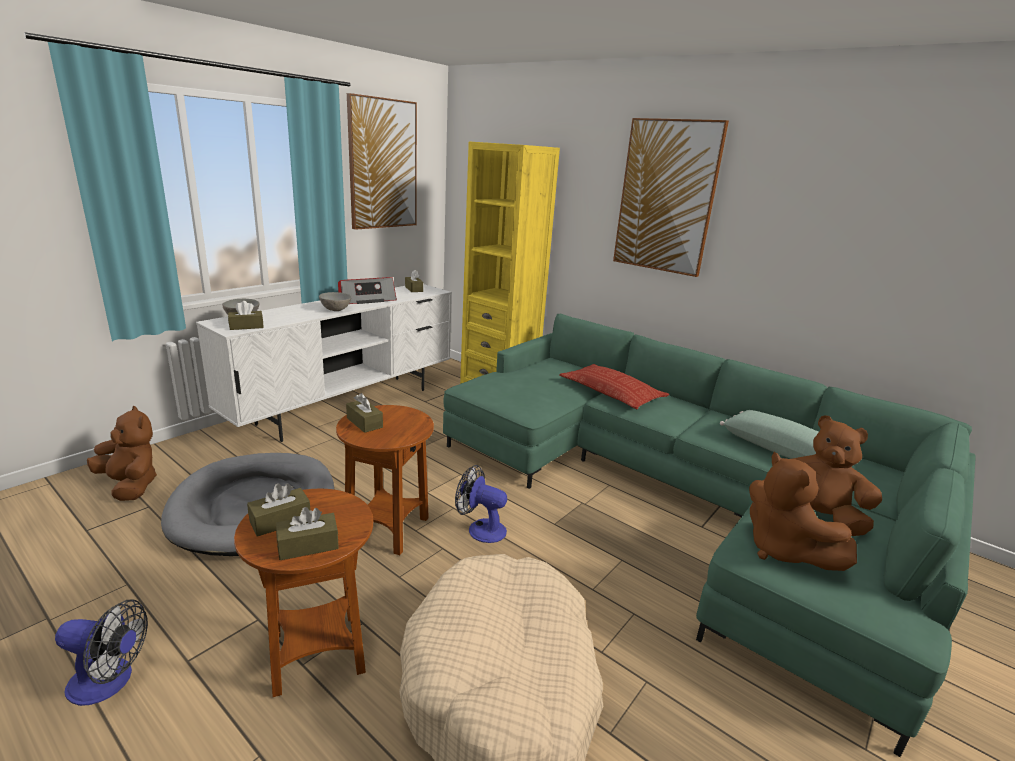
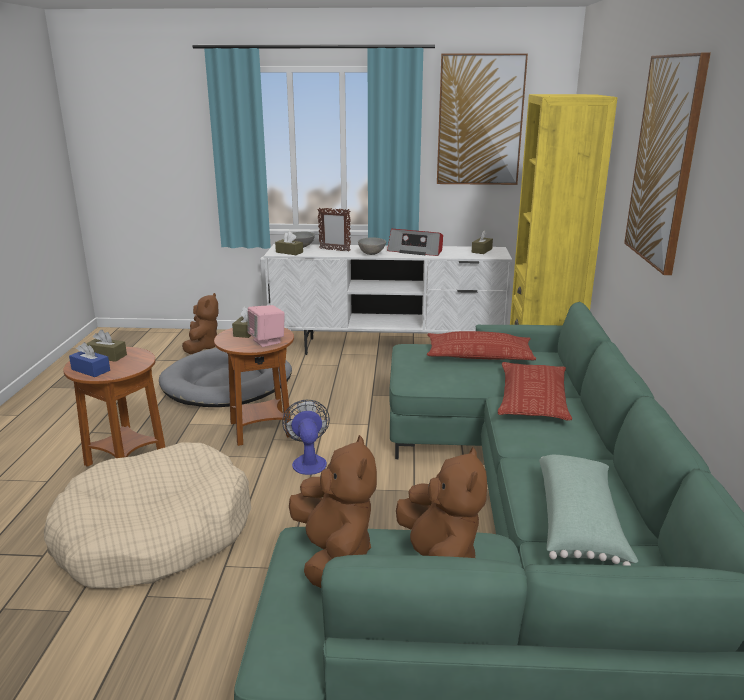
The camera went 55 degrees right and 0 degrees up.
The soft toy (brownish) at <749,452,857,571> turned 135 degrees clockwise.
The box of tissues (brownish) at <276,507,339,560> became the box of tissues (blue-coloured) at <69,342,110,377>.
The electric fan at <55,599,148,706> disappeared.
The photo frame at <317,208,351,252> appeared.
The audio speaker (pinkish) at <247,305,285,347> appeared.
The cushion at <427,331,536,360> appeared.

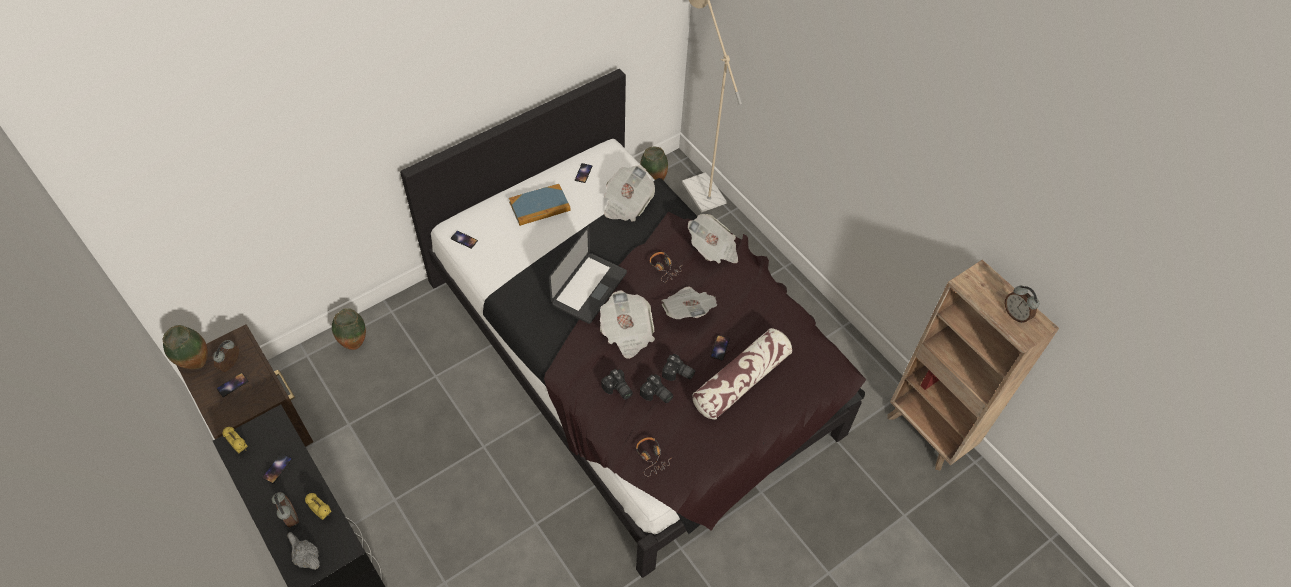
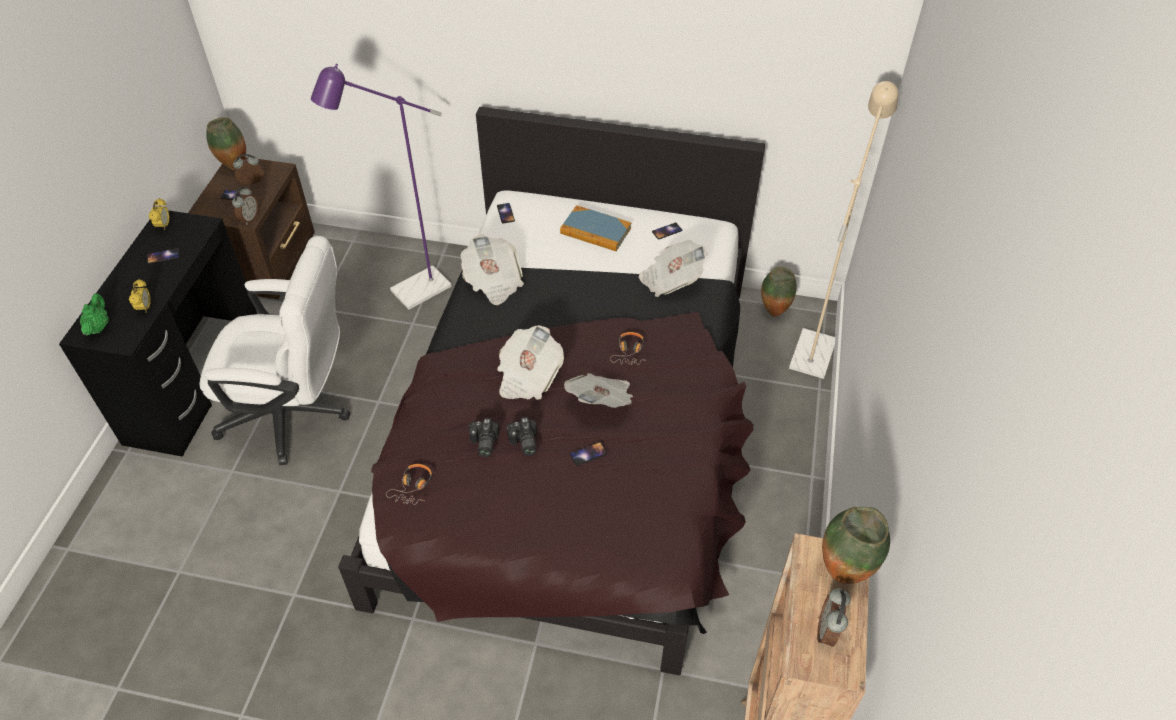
The camera went 50 degrees right and 5 degrees down.
The daily paper moved from <688,214,738,263> to <460,234,524,305>.
The laptop at <549,226,627,324> disappeared.
The flower vase moved from <332,308,366,350> to <822,507,890,584>.
The cushion at <693,328,792,420> disappeared.
The photo camera at <601,369,633,400> disappeared.
The alarm clock moved from <271,492,299,528> to <232,187,259,225>.
The teapot (grey) at <287,532,320,570> became the teapot (greenish) at <80,293,109,336>.
The floor lamp (purple) at <311,64,452,310> appeared.
The computer chair (white) at <200,236,350,465> appeared.

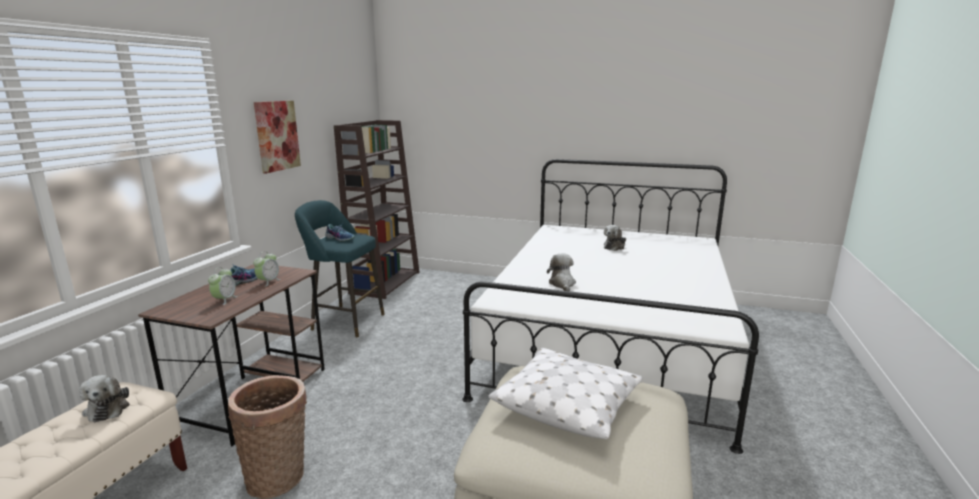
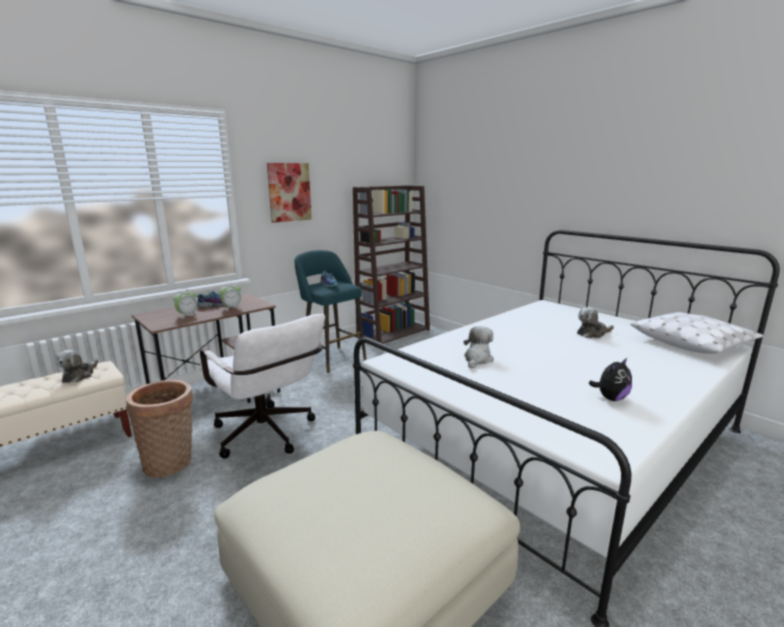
The camera went 30 degrees right and 0 degrees up.
The cushion (white) moved from <488,348,643,439> to <630,312,763,354>.
The computer chair (white) at <199,314,325,459> appeared.
The soft toy at <589,358,632,401> appeared.

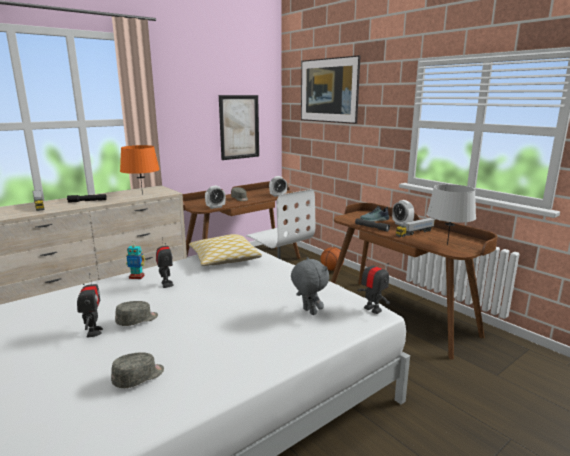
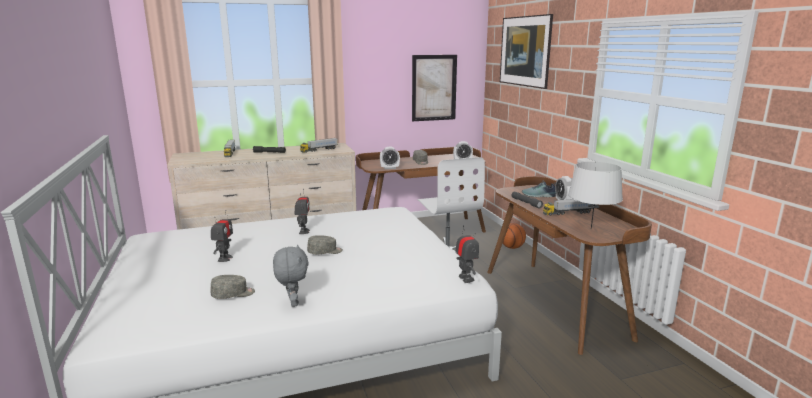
The camera went 20 degrees right and 0 degrees up.
The tabletop lamp (orange) at <120,145,160,195> was replaced by the model truck at <300,138,338,153>.
The cushion at <189,234,262,266> disappeared.
The robot figure at <126,242,145,279> disappeared.
The soft toy (grey) moved from <291,257,329,315> to <273,245,309,307>.
The peaked cap (grey) moved from <115,301,158,326> to <307,235,343,254>.

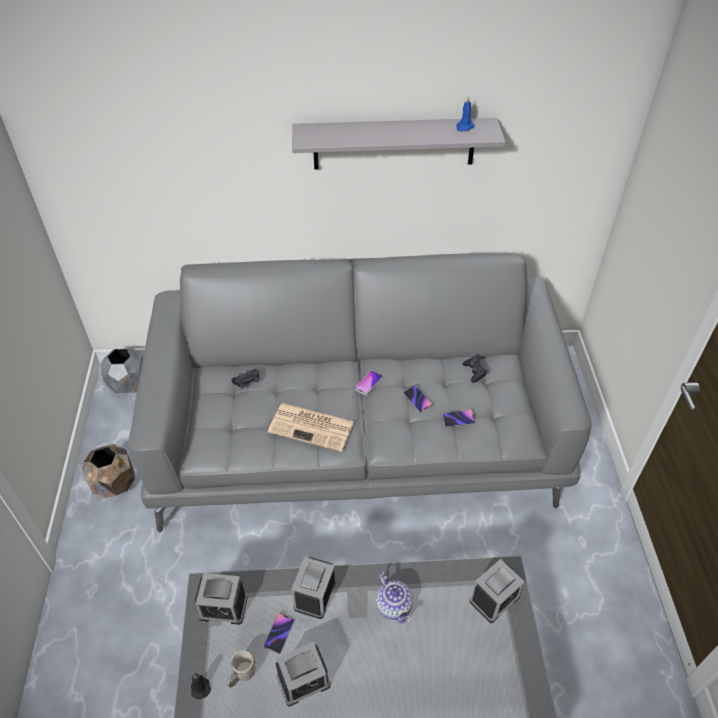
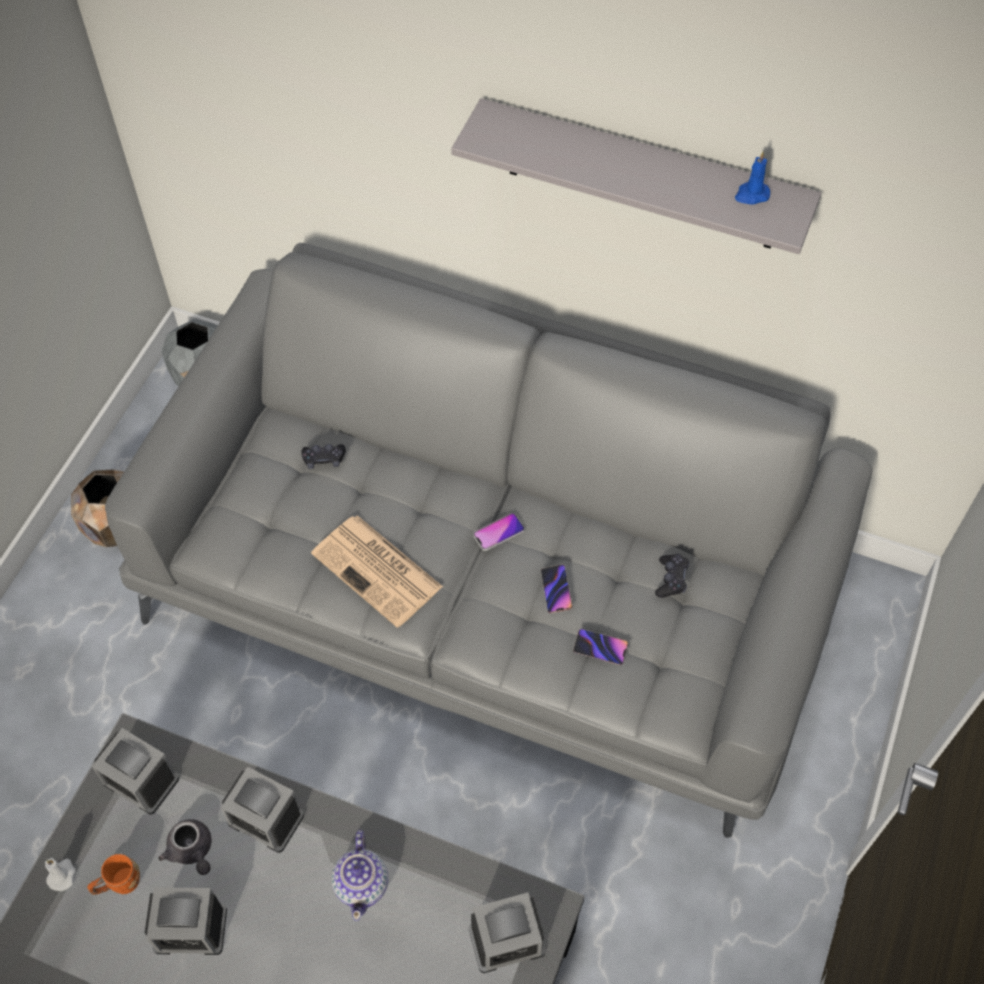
The camera went 25 degrees right and 10 degrees up.
The alarm clock at <291,557,336,619> turned 105 degrees counterclockwise.
The telephone at <264,613,294,654> was replaced by the teapot (grey) at <159,819,212,875>.
The coffee mug (grey) at <226,650,256,688> became the coffee mug (orange) at <87,854,140,895>.
The candle (blackish) at <191,673,211,699> became the candle (white) at <45,858,76,891>.

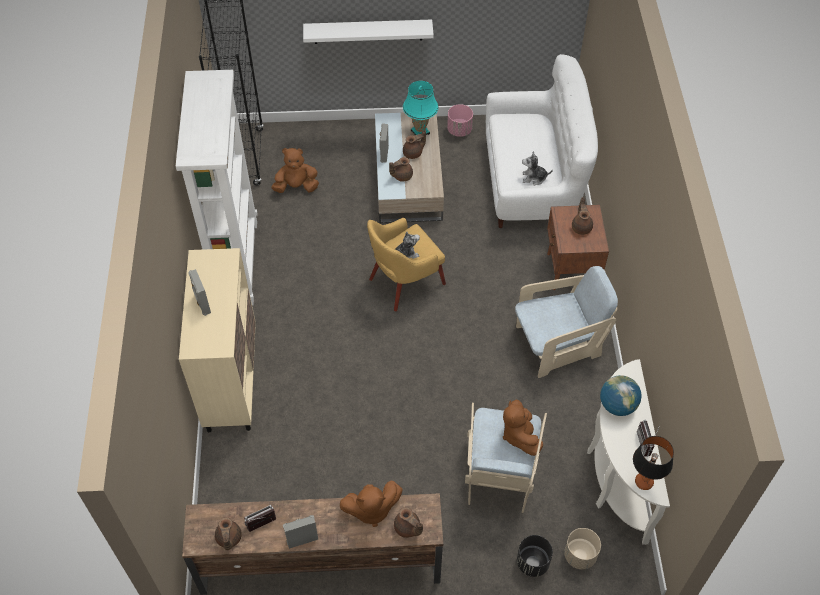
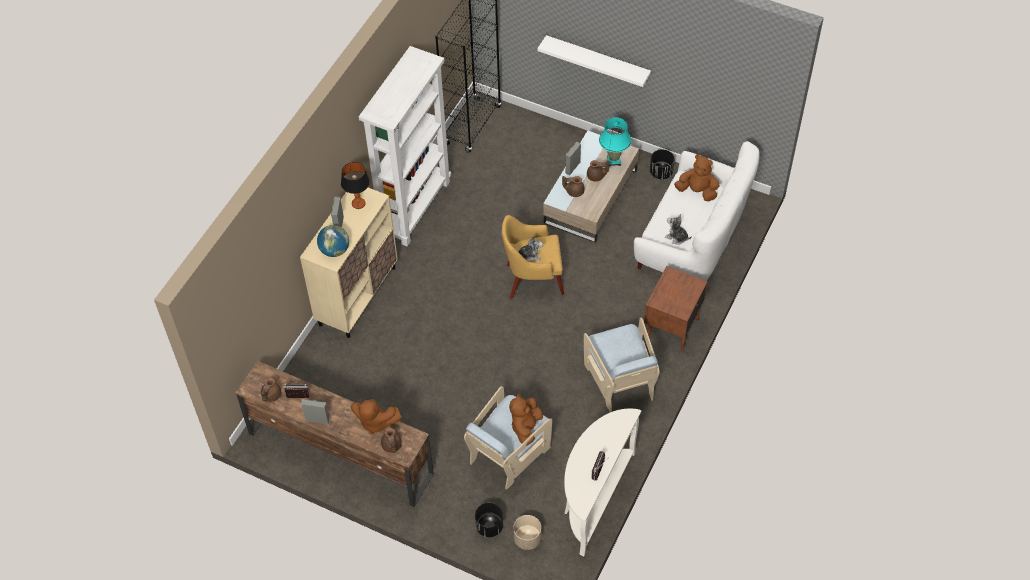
The camera went 30 degrees right and 0 degrees up.
The plant pot (pinkish) at <447,104,473,137> became the plant pot (blackish) at <650,149,674,179>.
The soft toy (brownish) moved from <271,148,319,193> to <674,154,720,201>.
The teapot (brownish) at <572,197,593,235> disappeared.
The lounge chair (beige-coloured) at <515,266,618,378> turned 60 degrees clockwise.
The world globe moved from <600,375,642,416> to <317,225,349,257>.
The tabletop lamp moved from <633,436,674,490> to <341,162,370,209>.

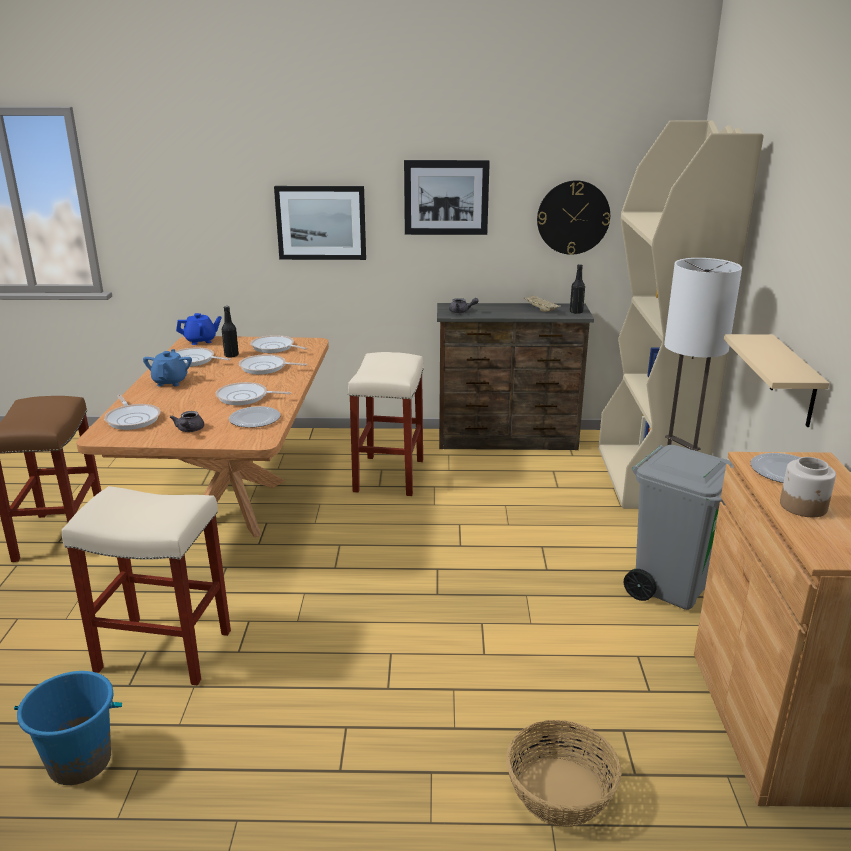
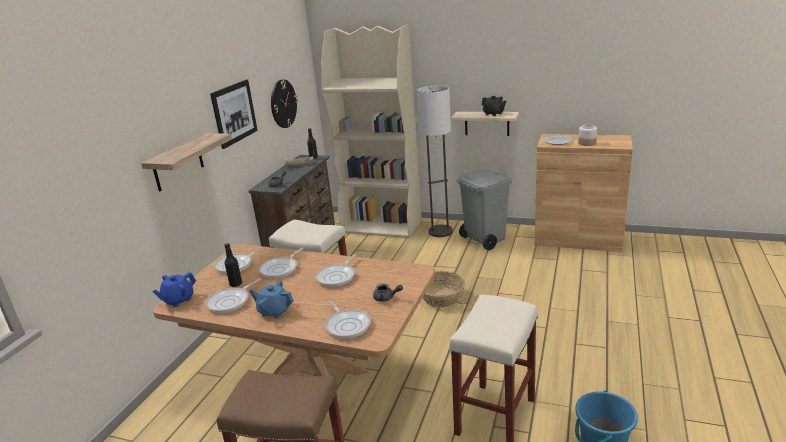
The camera went 70 degrees left and 0 degrees up.
The picture at <274,186,366,260> was replaced by the wall shelf at <141,133,232,192>.
The teapot (blue-coloured) at <176,313,222,345> turned 135 degrees counterclockwise.
The pan at <104,395,161,430> turned 75 degrees clockwise.
The flat dish at <229,406,281,428> disappeared.
The household basket moved from <506,720,622,827> to <423,271,465,308>.
The teapot (blackish) at <482,96,506,116> appeared.

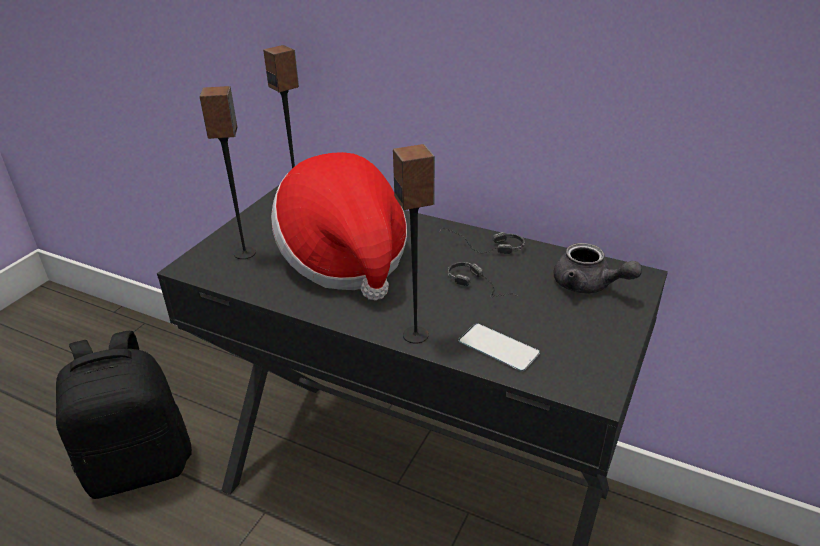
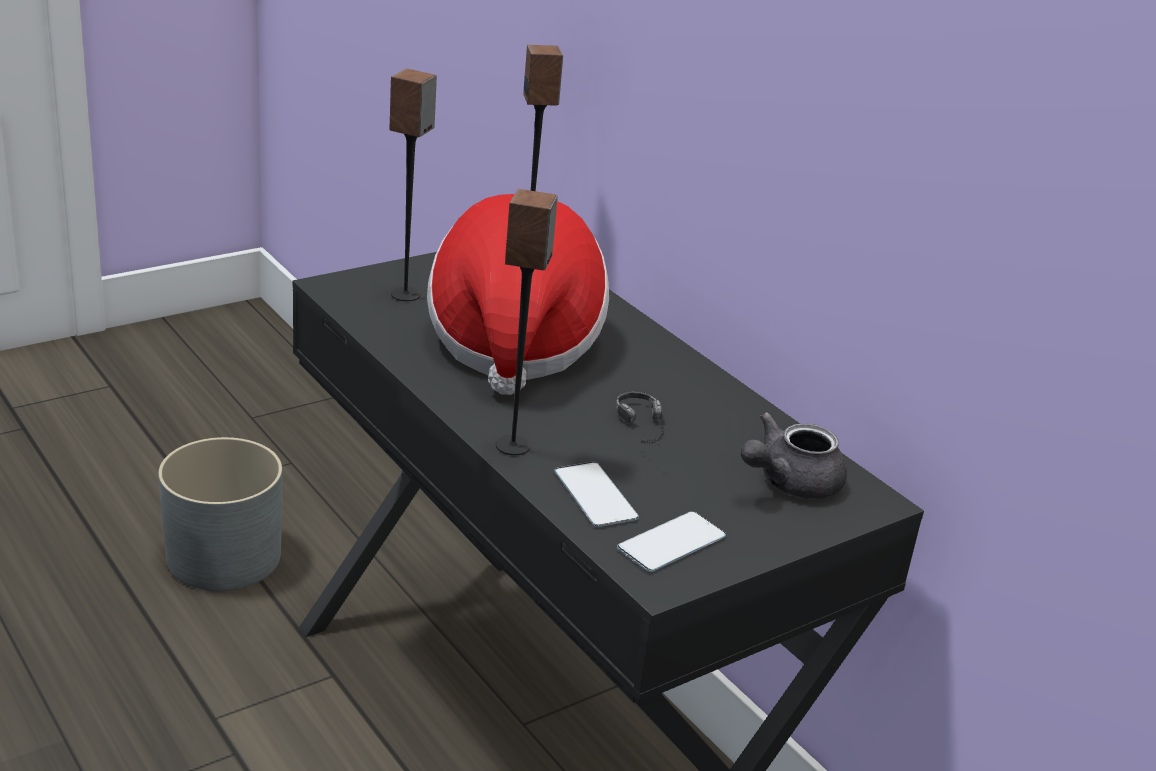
The camera went 25 degrees right and 5 degrees down.
The headphones at <440,227,525,254> disappeared.
The teapot (grey) at <554,243,642,294> turned 75 degrees clockwise.
The backpack (blackish) at <56,331,192,499> was replaced by the plant pot (grey) at <158,437,282,591>.
The telephone at <617,511,726,572> appeared.

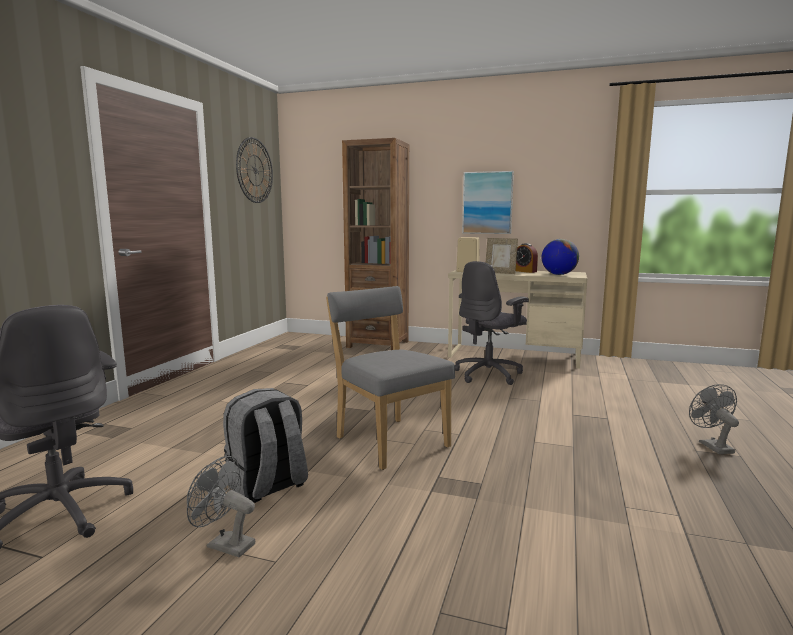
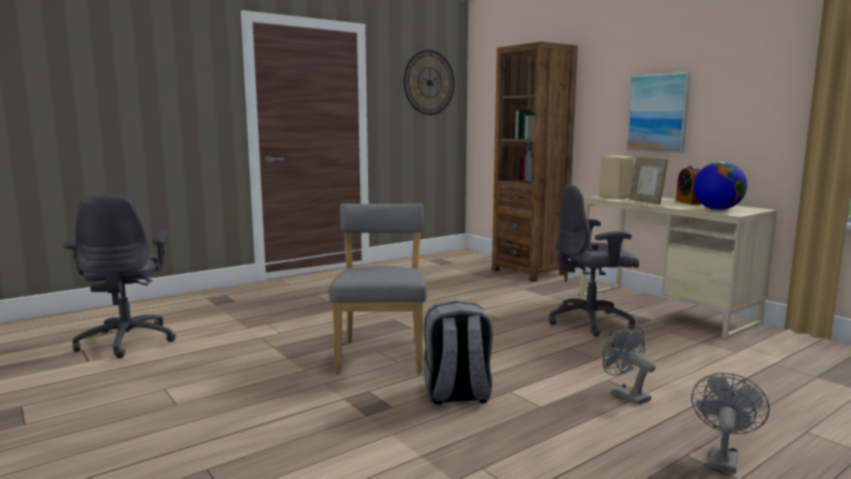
The camera went 35 degrees right and 0 degrees up.
The backpack (grey) moved from <223,388,308,503> to <423,300,493,405>.
The electric fan (grey) moved from <187,456,255,557> to <603,325,656,405>.

